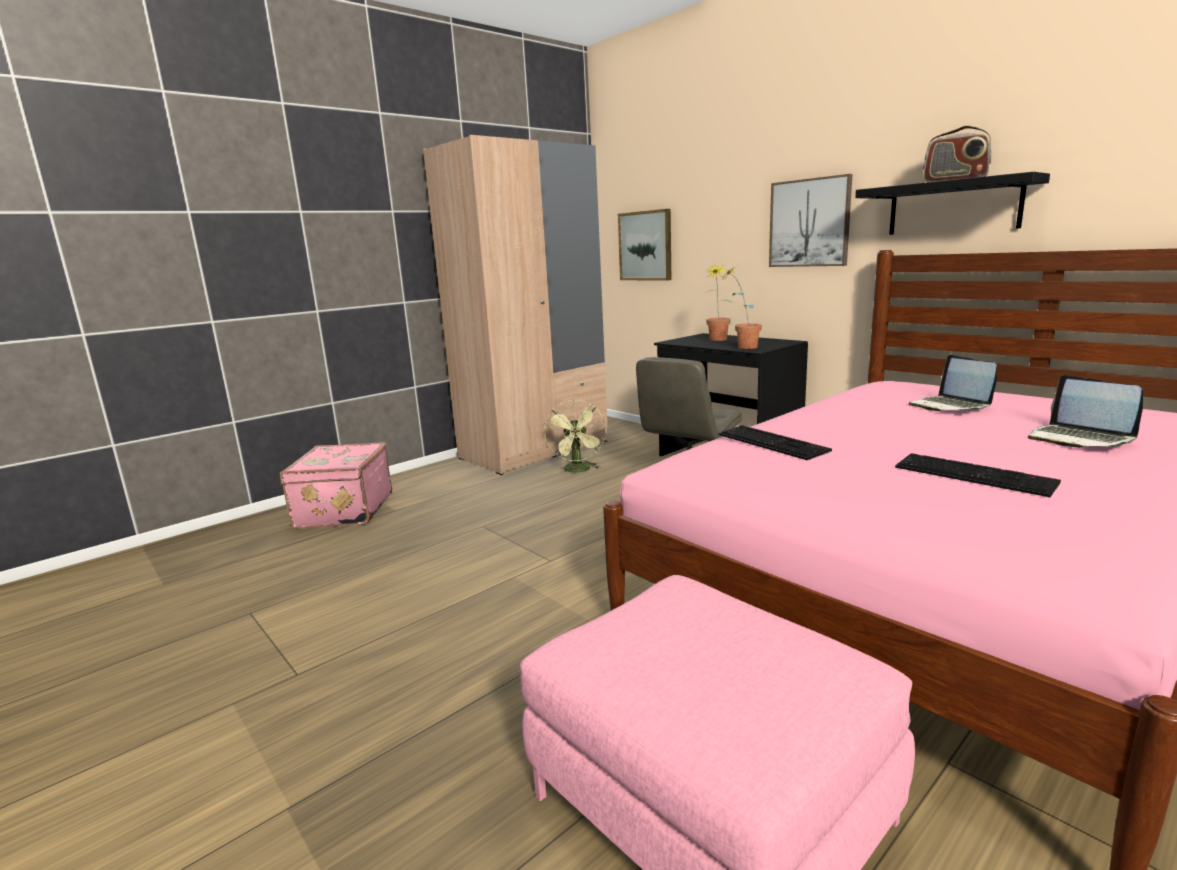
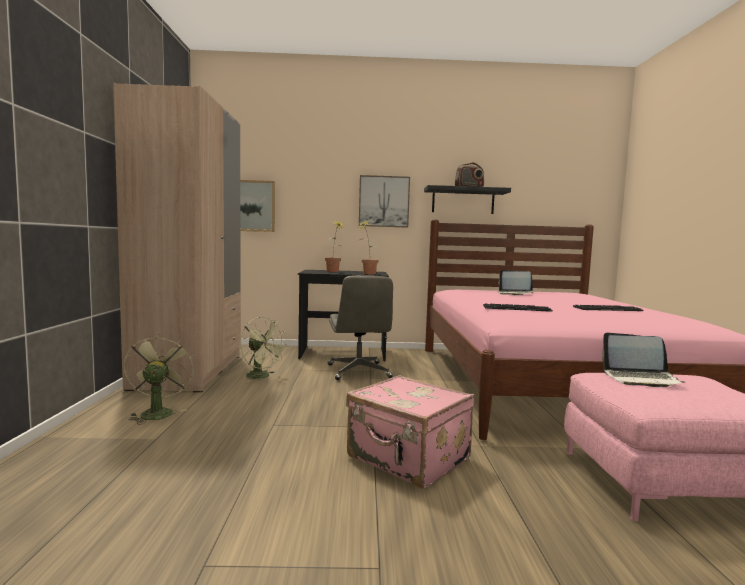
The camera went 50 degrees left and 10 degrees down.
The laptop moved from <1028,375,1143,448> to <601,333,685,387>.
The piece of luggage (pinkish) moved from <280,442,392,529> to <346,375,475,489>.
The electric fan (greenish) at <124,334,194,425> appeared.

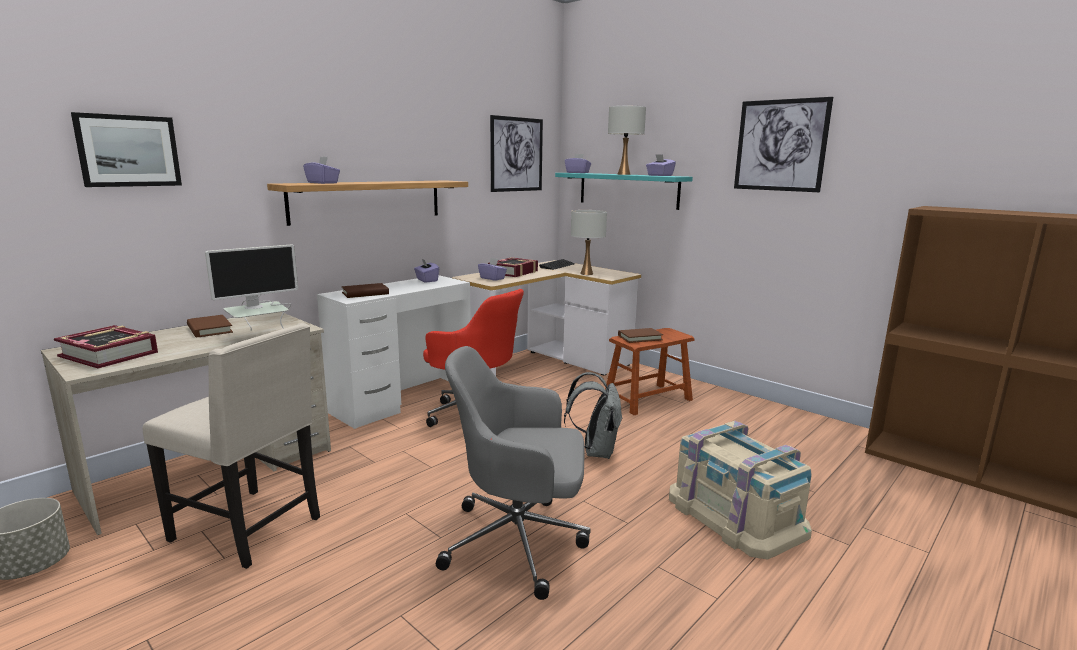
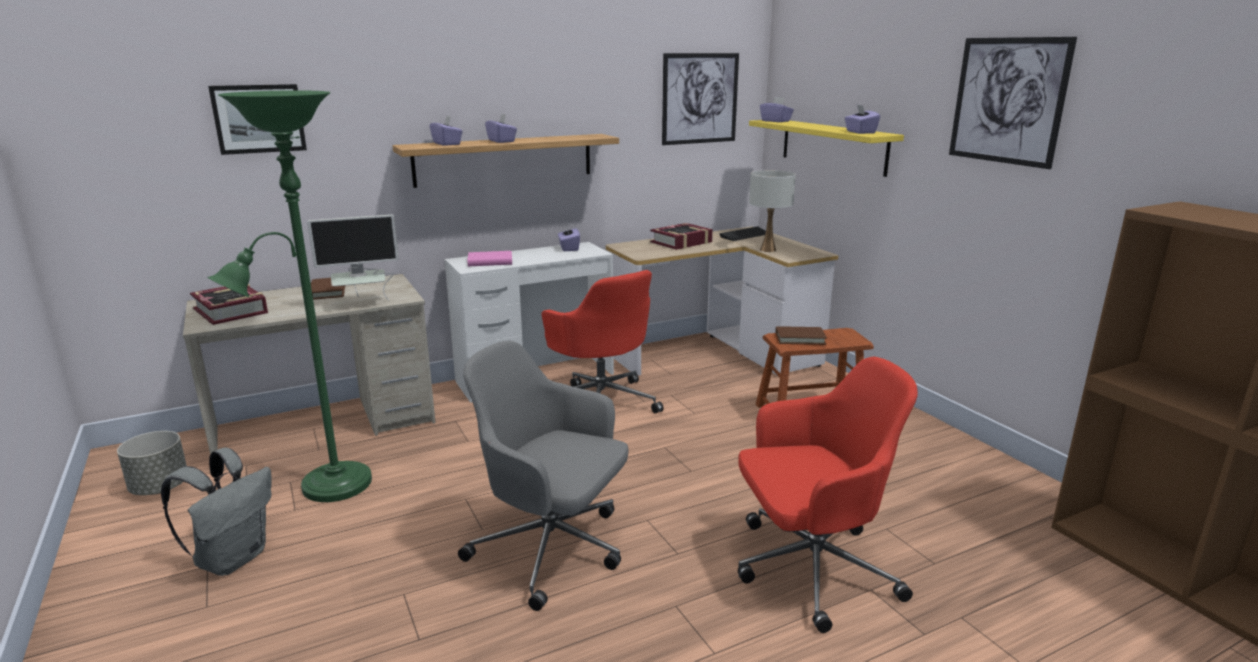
The camera went 20 degrees right and 5 degrees up.
The tabletop lamp (white) at <608,106,646,175> disappeared.
The wall shelf (turquoise-coloured) at <555,173,693,210> became the wall shelf (yellow) at <749,120,904,177>.
The box of tissues (purple) moved from <478,258,507,281> to <485,114,517,143>.
The bound book (brownish) at <342,283,389,298> became the bound book (pinkish) at <467,251,512,266>.
The chair (beige-coloured) at <142,323,320,569> was replaced by the floor lamp (greenish) at <207,90,372,502>.
The backpack (grey) moved from <564,372,623,459> to <161,448,272,576>.
The storage box (beige-coloured) at <669,421,812,559> was replaced by the computer chair (red-coloured) at <738,357,918,633>.

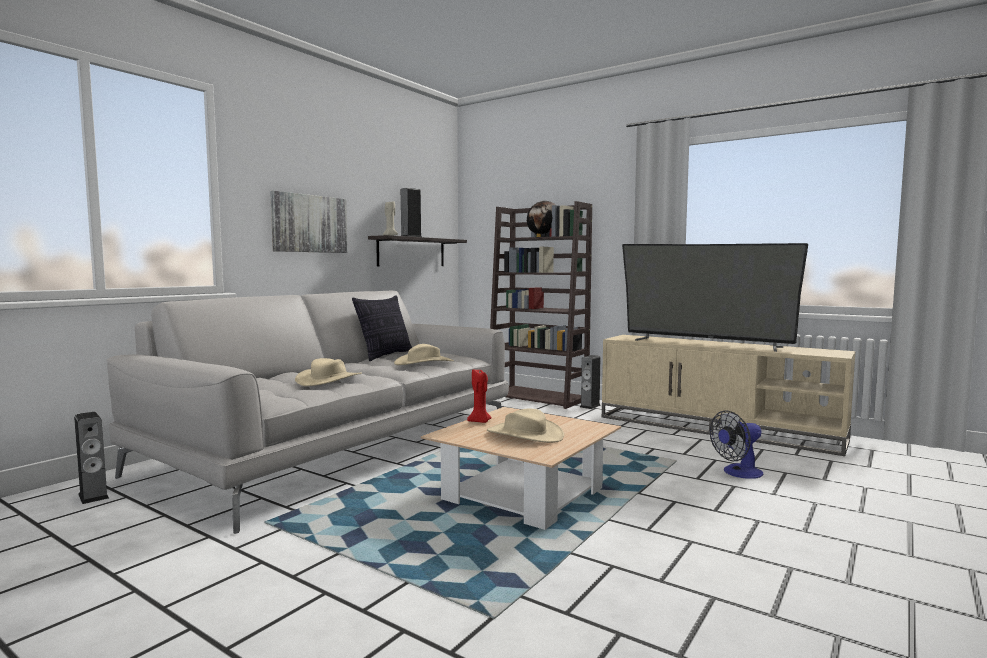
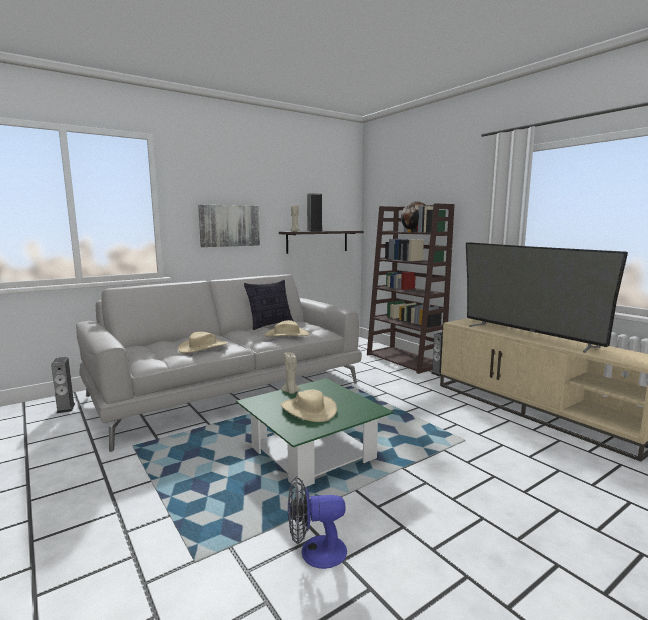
The camera went 20 degrees right and 5 degrees up.
The candle (red-coloured) at <467,370,492,423> became the candle (beige-coloured) at <281,352,301,394>.
The lounge table (beige-coloured) at <421,407,621,530> became the lounge table (greenish) at <236,379,394,489>.
The electric fan moved from <710,410,763,479> to <288,477,347,569>.

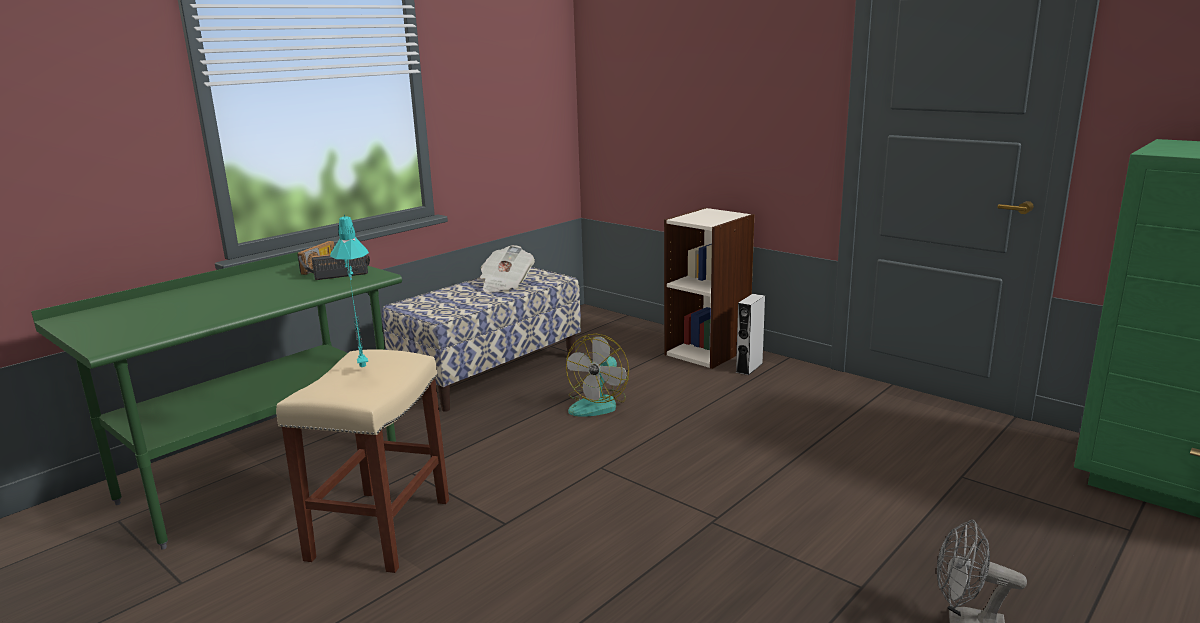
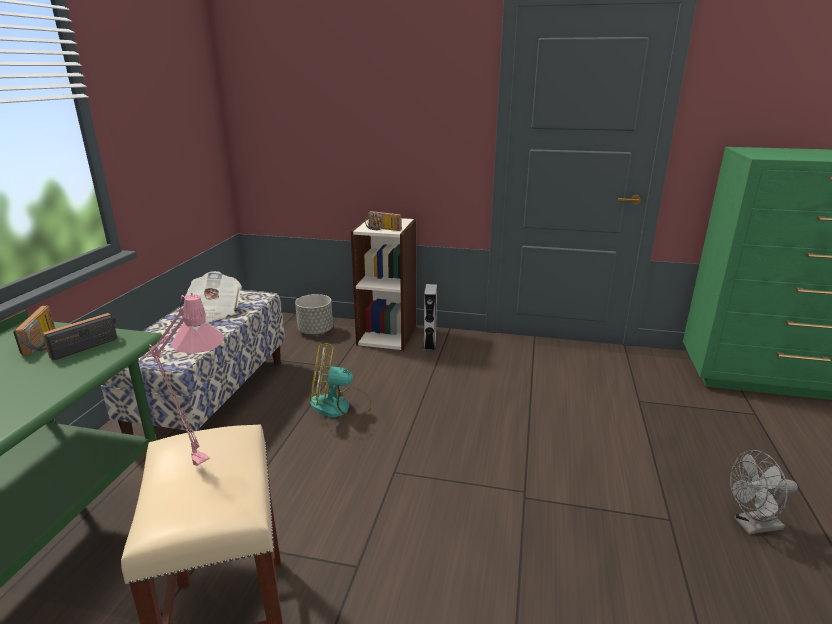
The camera went 30 degrees left and 5 degrees up.
The tabletop lamp (turquoise-coloured) at <330,215,369,370> became the tabletop lamp (pinkish) at <140,293,223,467>.
The electric fan at <566,334,629,417> turned 90 degrees clockwise.
The radio at <365,211,402,231> appeared.
The plant pot (grey) at <295,294,333,335> appeared.

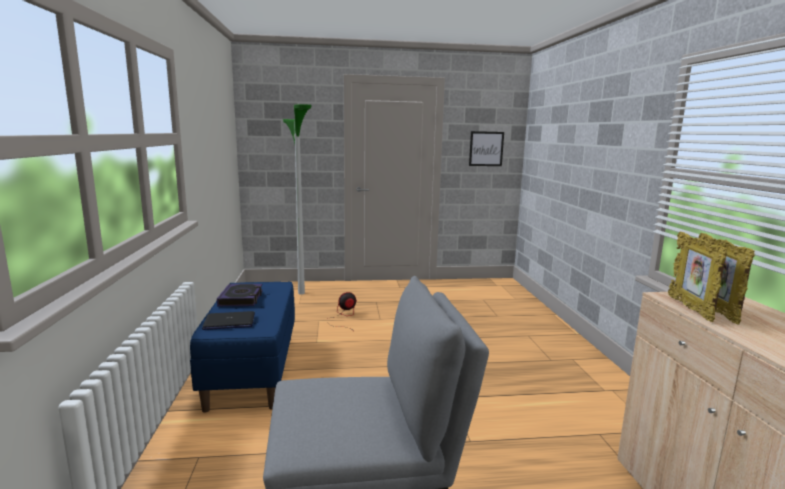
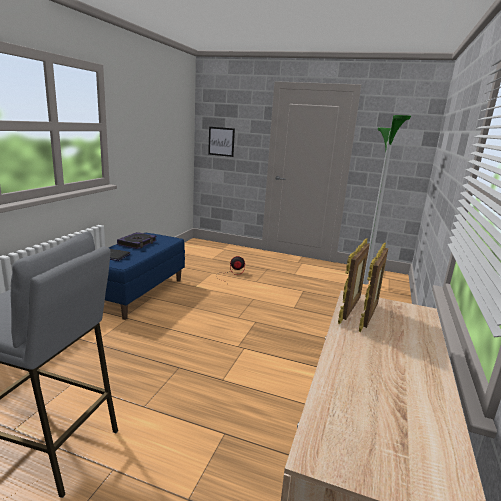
The camera went 25 degrees right and 5 degrees up.
The floor lamp moved from <283,104,312,295> to <363,115,411,285>.
The picture moved from <469,131,504,166> to <208,127,235,157>.

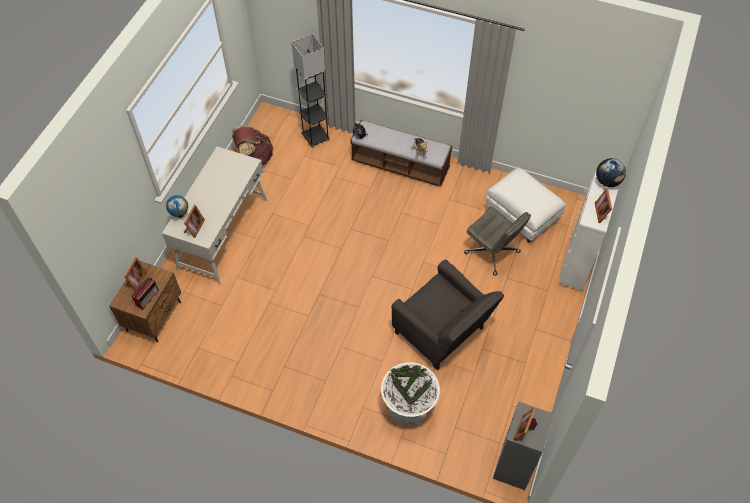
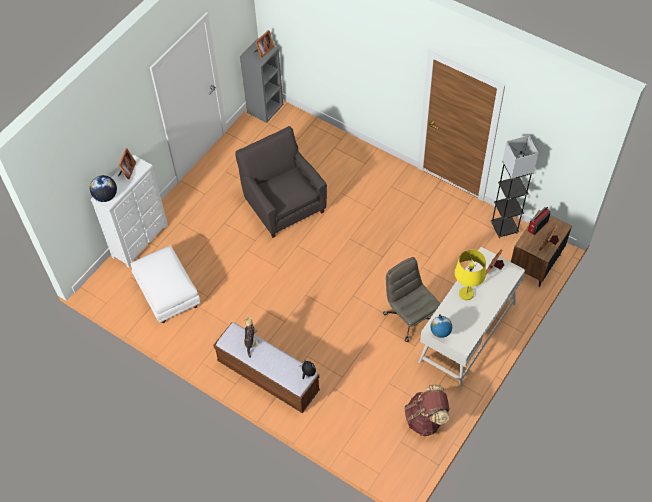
The camera went 165 degrees left and 0 degrees up.
The floor lamp (grey) moved from <292,34,330,148> to <490,135,538,238>.
The world globe moved from <166,195,188,218> to <430,314,452,338>.
The computer chair (grey) moved from <464,207,531,276> to <383,257,441,342>.
The plant pot (white) at <381,362,440,426> disappeared.
The tabletop lamp (yellow) at <455,250,486,300> appeared.

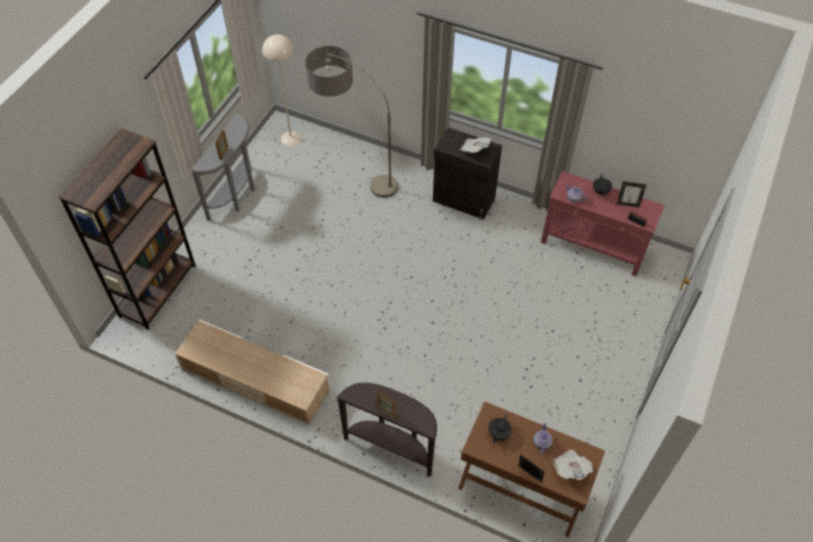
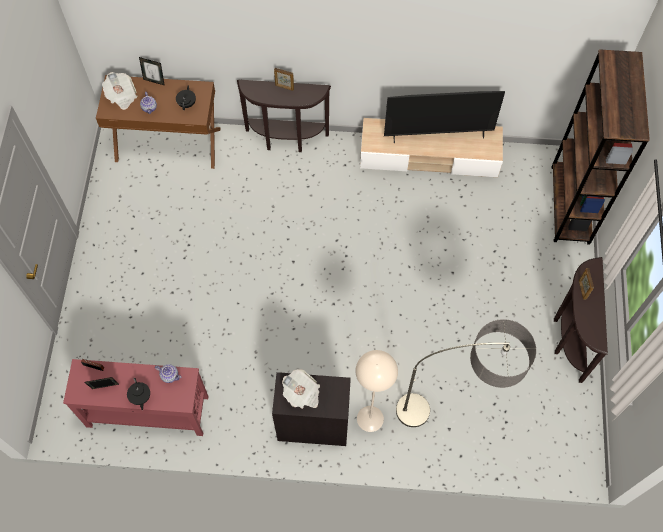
The camera went 160 degrees right and 10 degrees up.
The floor lamp (beige-coloured) moved from <262,34,301,146> to <355,350,398,432>.
The narrow table (grey) at <191,113,255,222> became the narrow table (brownish) at <554,257,608,383>.
The television at <384,91,505,143> appeared.

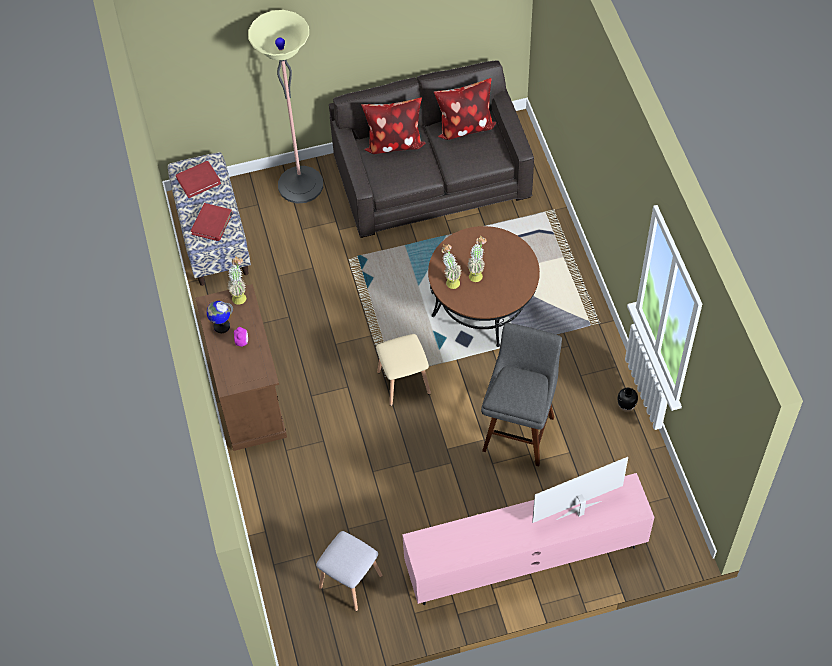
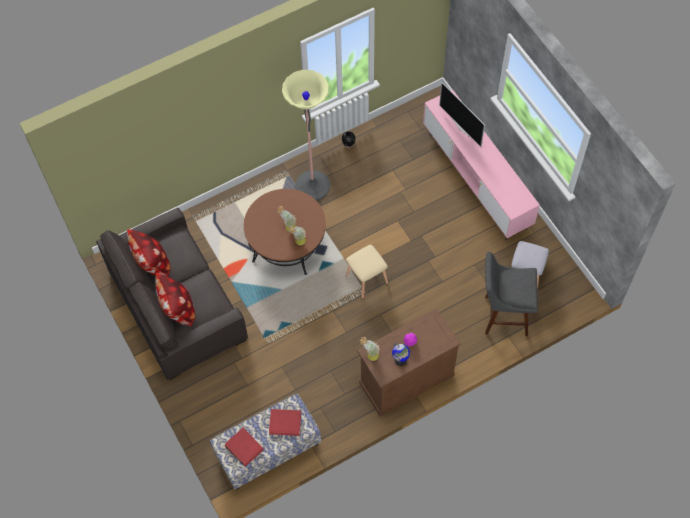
The camera went 105 degrees left and 5 degrees up.
The floor lamp moved from <248,10,323,204> to <282,70,330,201>.
The sitting stool (grey) moved from <481,323,562,466> to <485,252,538,336>.

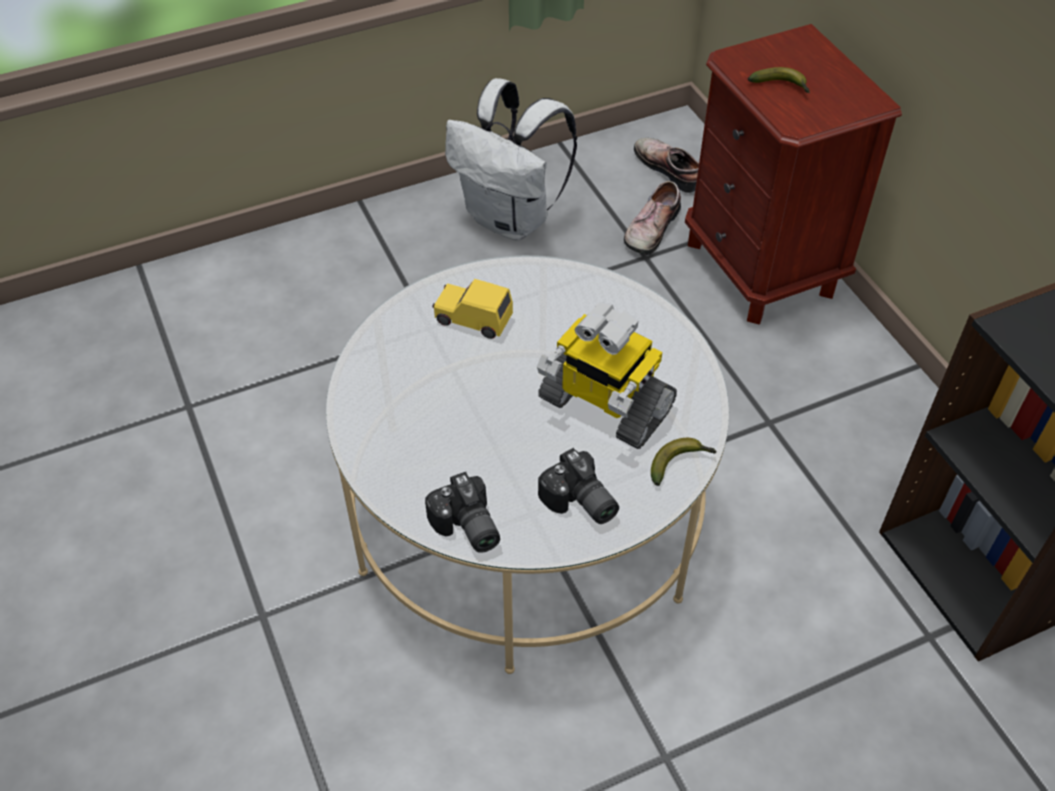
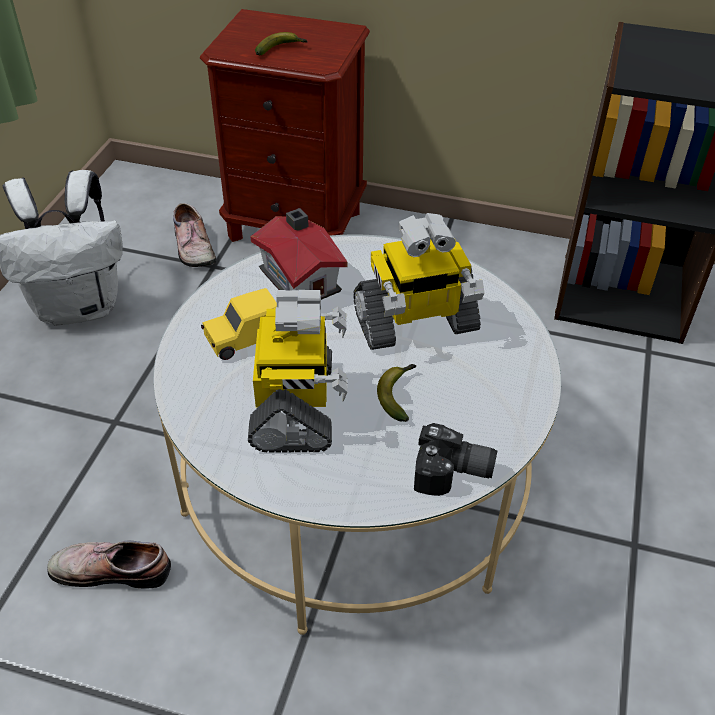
The camera went 50 degrees left and 5 degrees down.
The shoe moved from <634,138,699,193> to <47,540,171,588>.
The banana moved from <651,438,717,486> to <377,364,416,422>.
The photo camera at <538,448,619,524> disappeared.
The toy house at <250,208,348,300> appeared.
The robot figure at <248,290,347,453> appeared.

